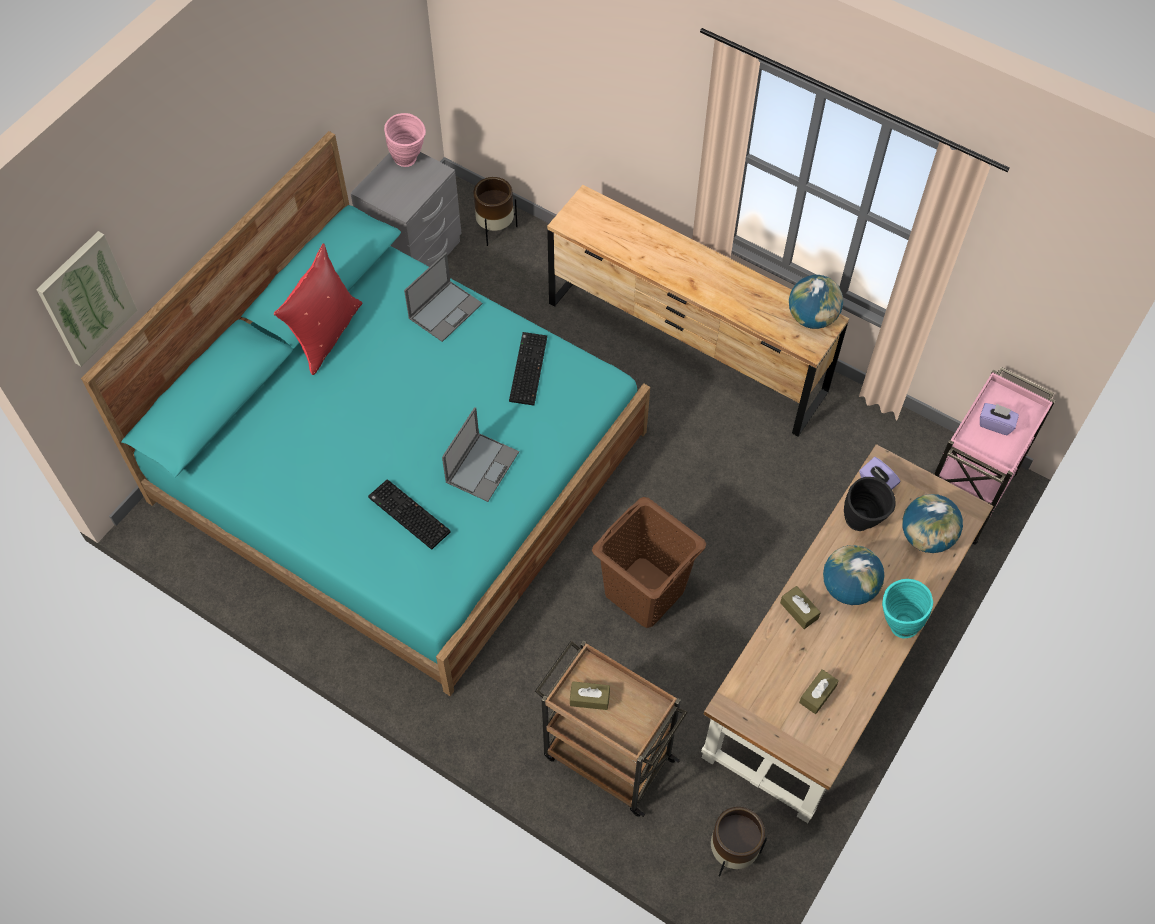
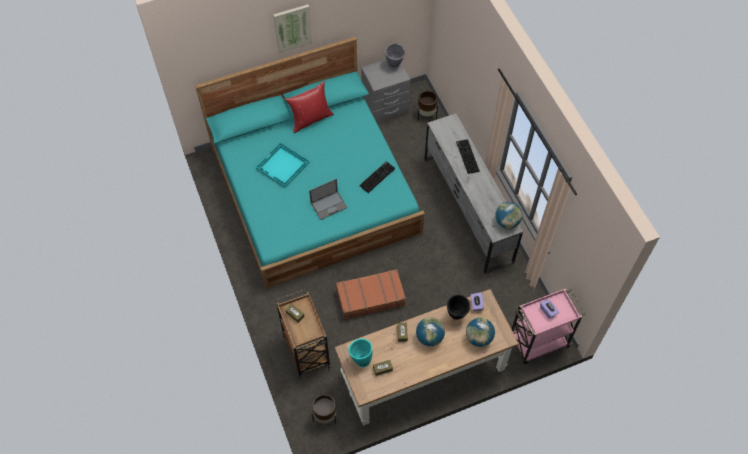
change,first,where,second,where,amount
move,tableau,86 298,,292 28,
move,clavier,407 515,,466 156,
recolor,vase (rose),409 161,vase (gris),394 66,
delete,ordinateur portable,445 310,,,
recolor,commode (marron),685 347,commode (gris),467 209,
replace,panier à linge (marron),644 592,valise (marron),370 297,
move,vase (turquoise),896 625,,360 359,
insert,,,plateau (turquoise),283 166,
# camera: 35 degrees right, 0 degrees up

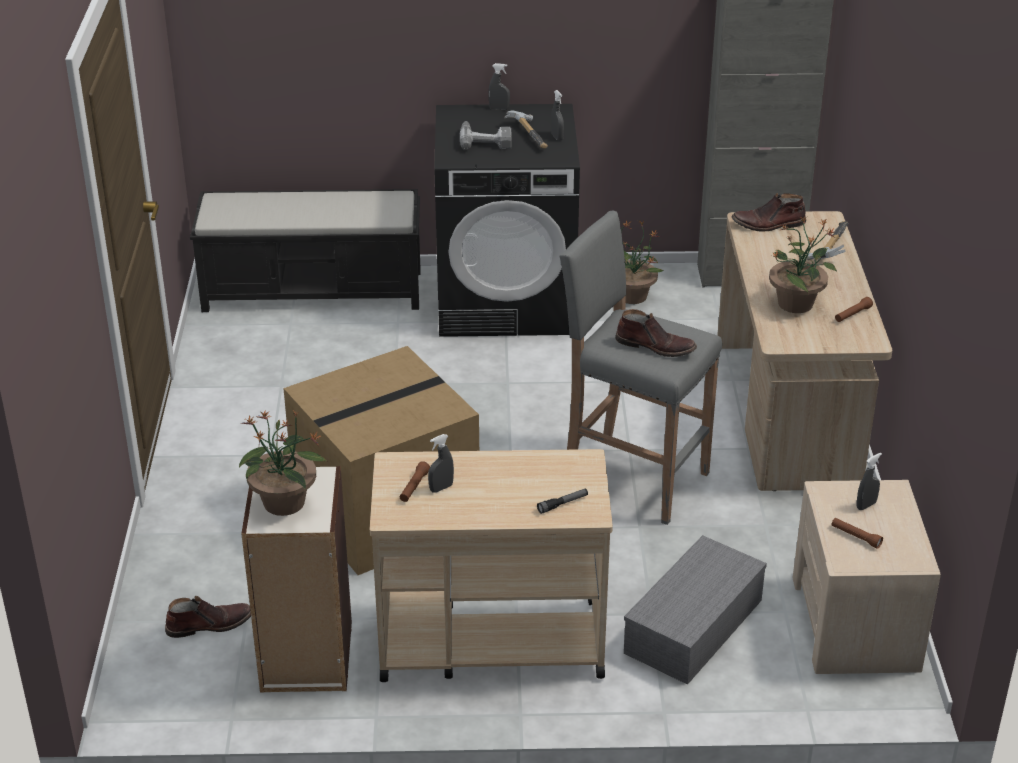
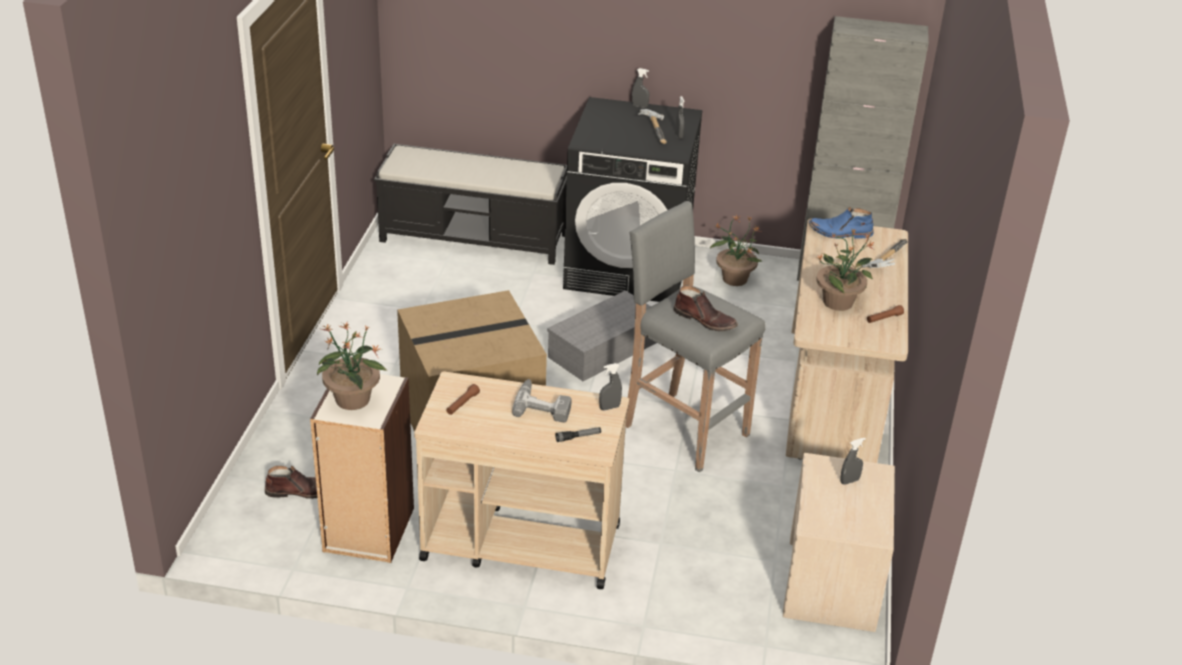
change,first,where,second,where,amount
move,vaporisateur (gris),441 488,,609 407,
move,perceuse,485 140,,543 405,
move,boîte de rangement (gris),694 628,,603 350,
recolor,botte (marron),768 224,botte (bleu),840 233,
delete,lampe de poche (marron),855 537,,,
# camera: 10 degrees right, 0 degrees up

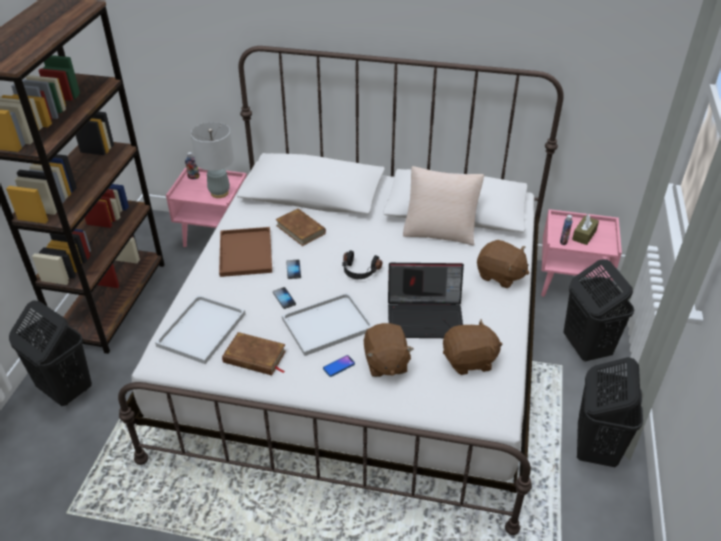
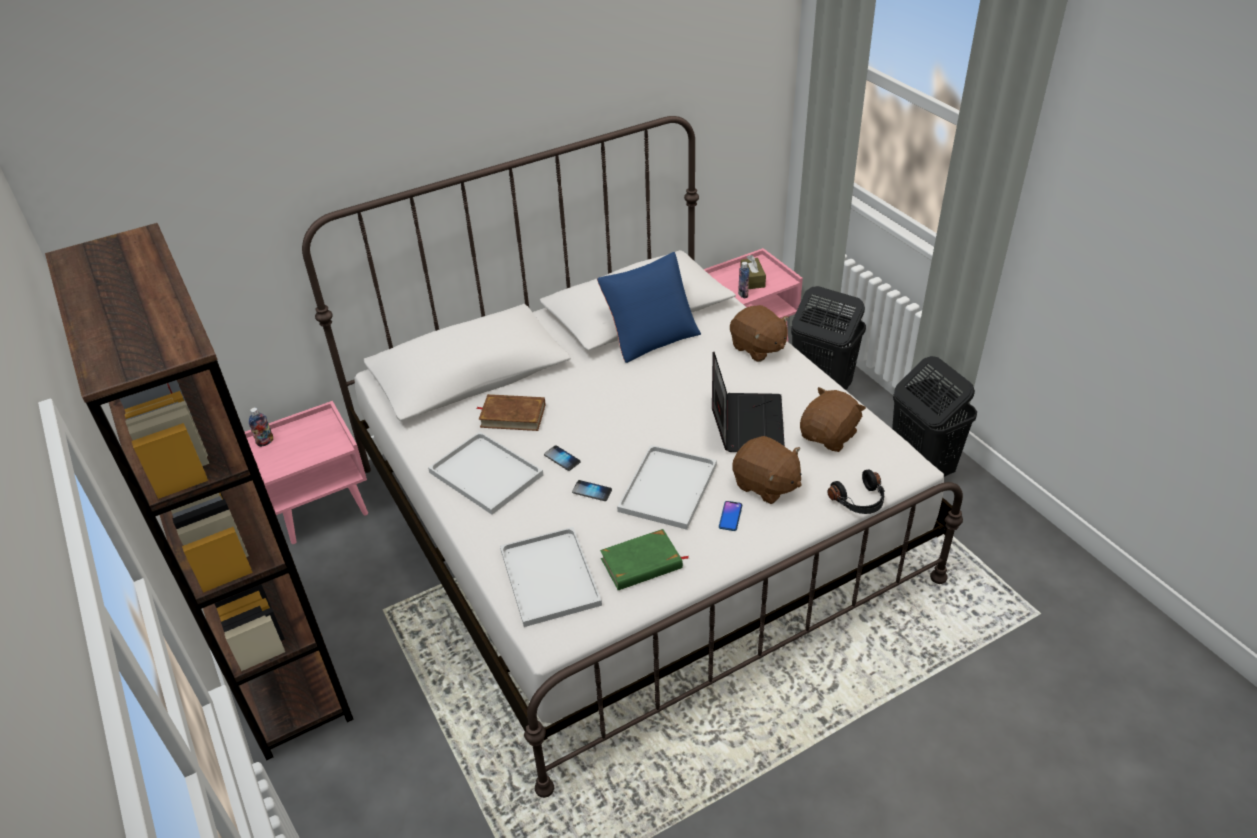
change,first,where,second,where,amount
delete,panier à linge (noir),65 390,,,
delete,lampe de table (gris),219 193,,,
recolor,plateau (marron),246 253,plateau (blanc),488 474,
recolor,livre (marron),254 357,livre (vert),642 564,
move,casque audio (noir),359 272,,859 501,
rotate,ordinateur portable,426 317,,745 423,45 degrees counterclockwise
recolor,coussin (beige),440 228,coussin (bleu),651 336,
rotate,peluche (marron),500 275,,758 348,60 degrees clockwise
# camera: 40 degrees left, 0 degrees up

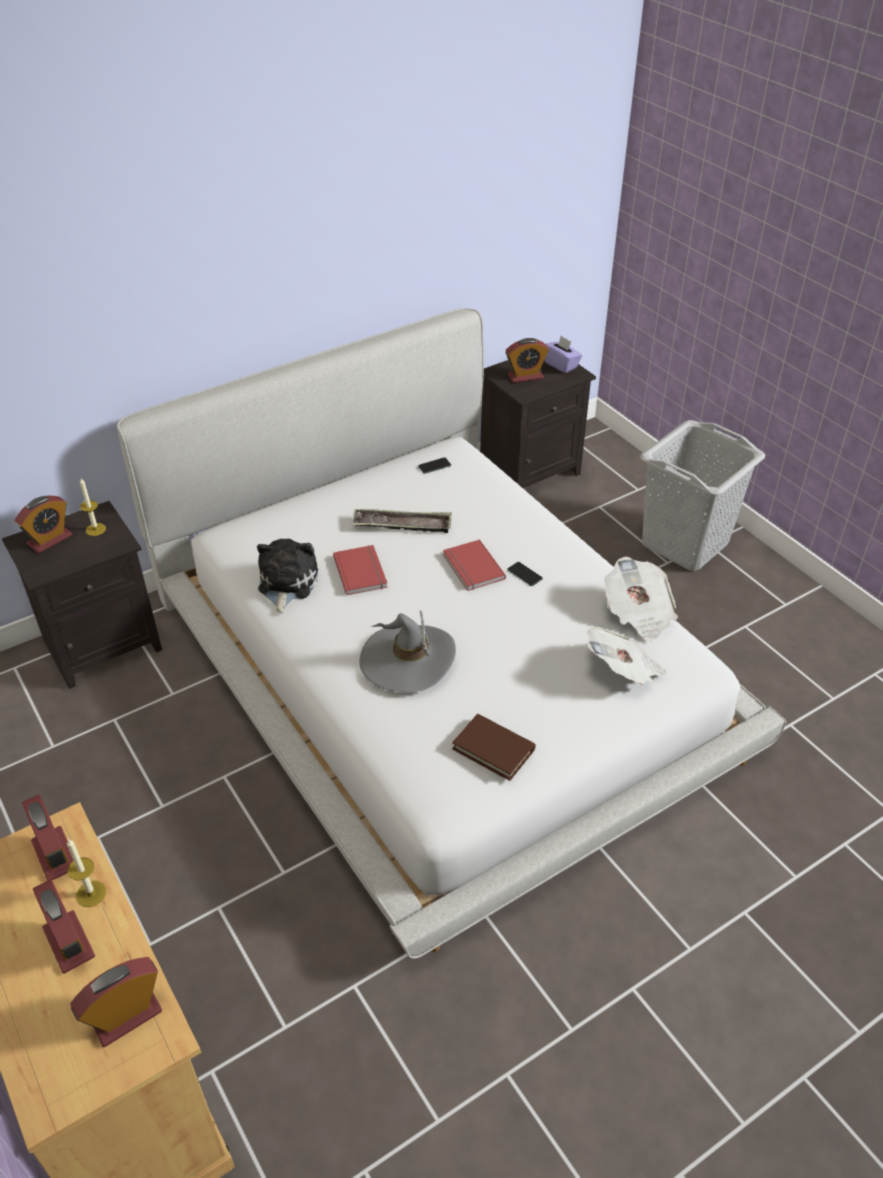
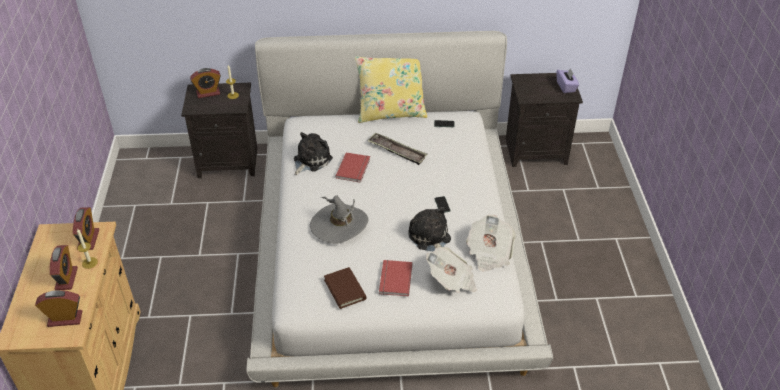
change,first,where,second,where,amount
move,livre (rouge),472 568,,394 279,
delete,réveil,525 376,,,
delete,panier à linge (gris),685 543,,,
insert,,,coussin (jaune),391 113,
insert,,,peluche,430 238,
# camera: 30 degrees right, 0 degrees up

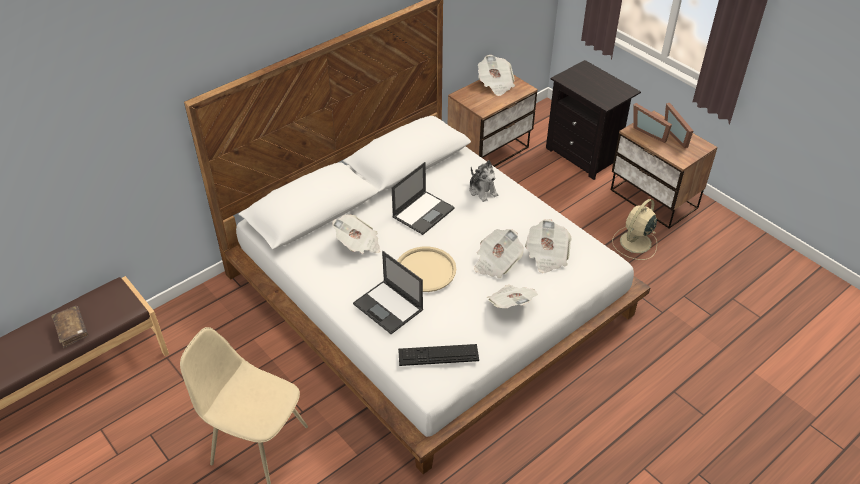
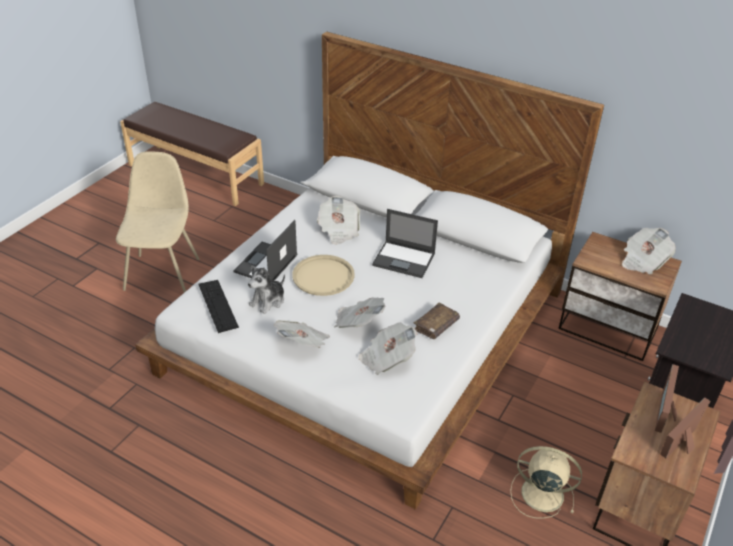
change,first,where,second,where,amount
move,livre (marron),72 330,,436 326,
move,peluche,482 191,,268 301,
# camera: 70 degrees right, 5 degrees down

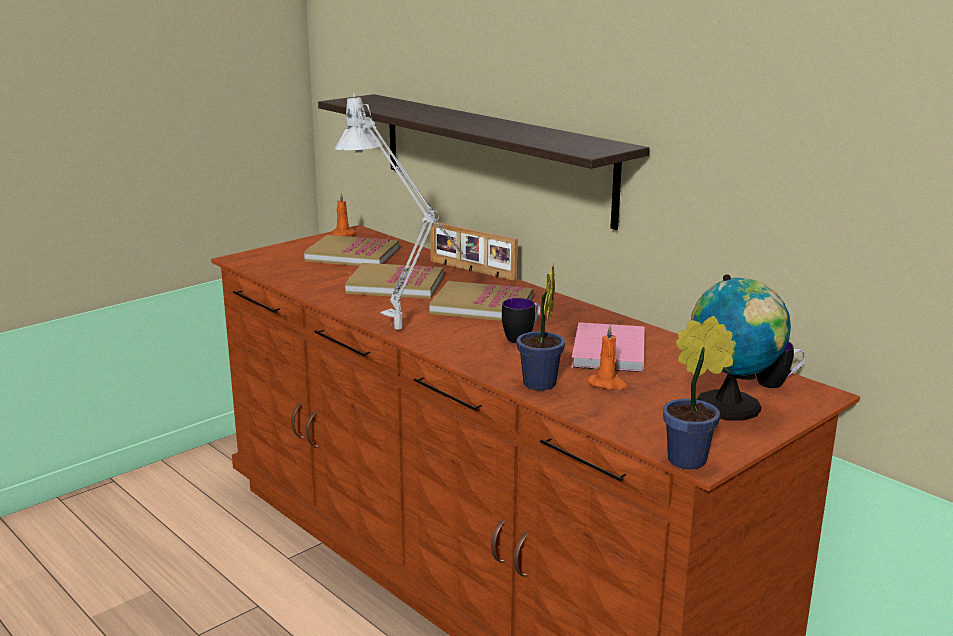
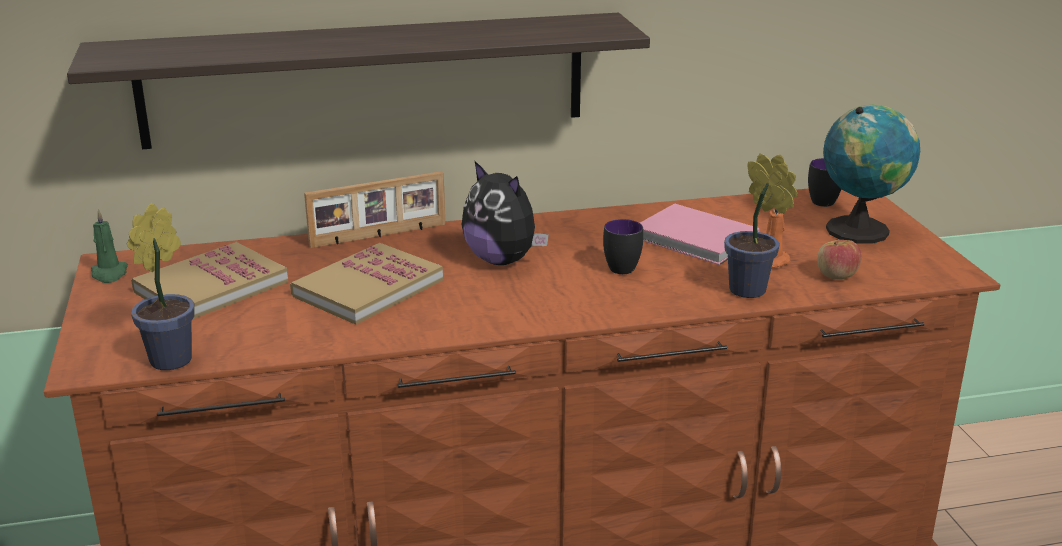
change,first,where,second,where,amount
recolor,bougie (orange),342 235,bougie (vert),109 274,
delete,lampe de table (gris),406 335,,,
replace,livre,482 306,peluche,502 260,
move,plante en pot,692 460,,175 358,
insert,,,pomme,836 275,
# camera: 60 degrees left, 5 degrees up

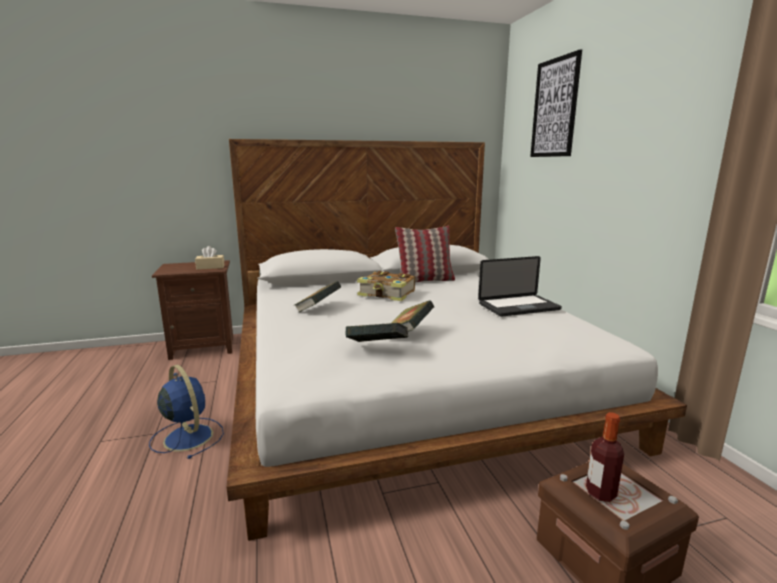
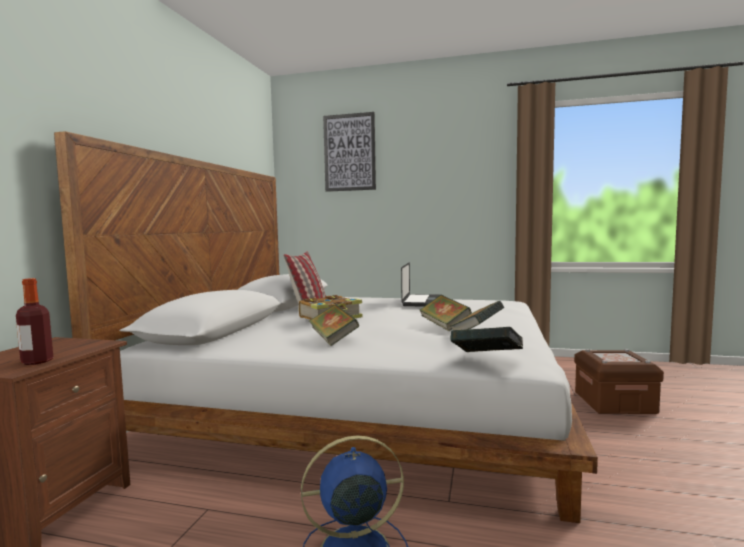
change,first,where,second,where,amount
delete,boîte à mouchoirs (beige),210 267,,,
move,bouteille,600 493,,37 361,
insert,,,livre,486 359,
# camera: 60 degrees left, 10 degrees down

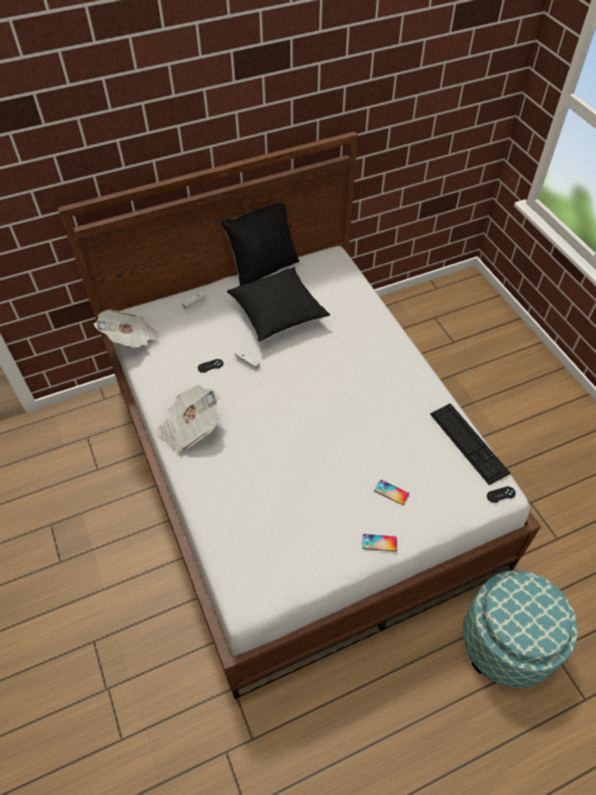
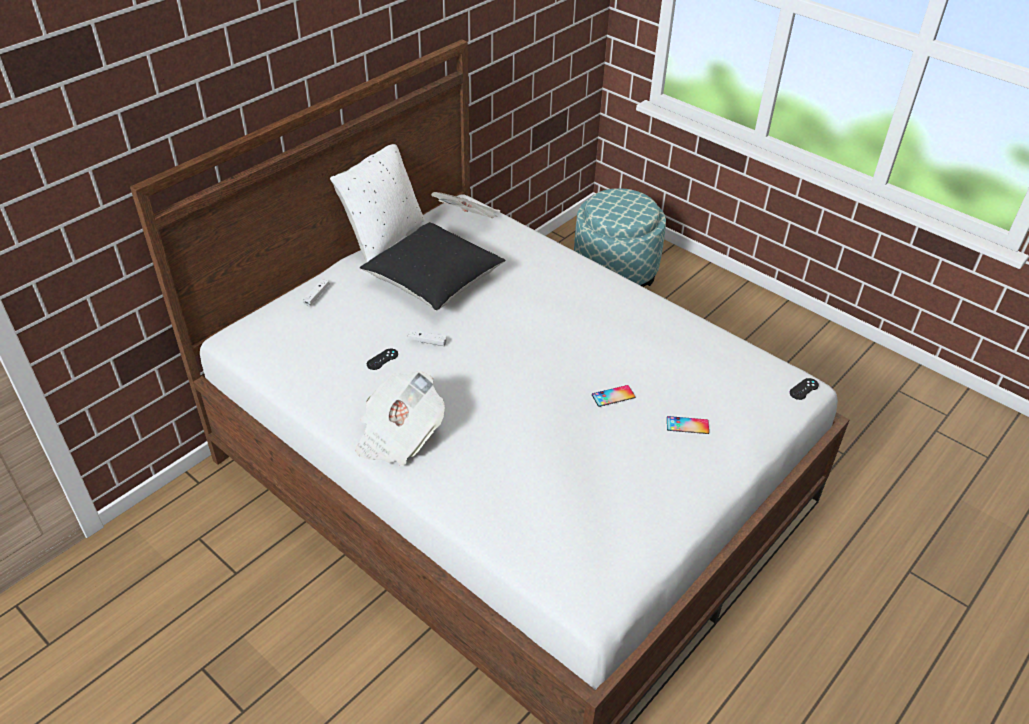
change,first,where,second,where,amount
move,journal,131 339,,468 220,
recolor,coussin (noir),263 269,coussin (blanc),384 239,
move,téléphone,379 543,,613 396,
delete,clavier,468 443,,,
move,pouf,507 642,,615 270,
# camera: 25 degrees left, 10 degrees down

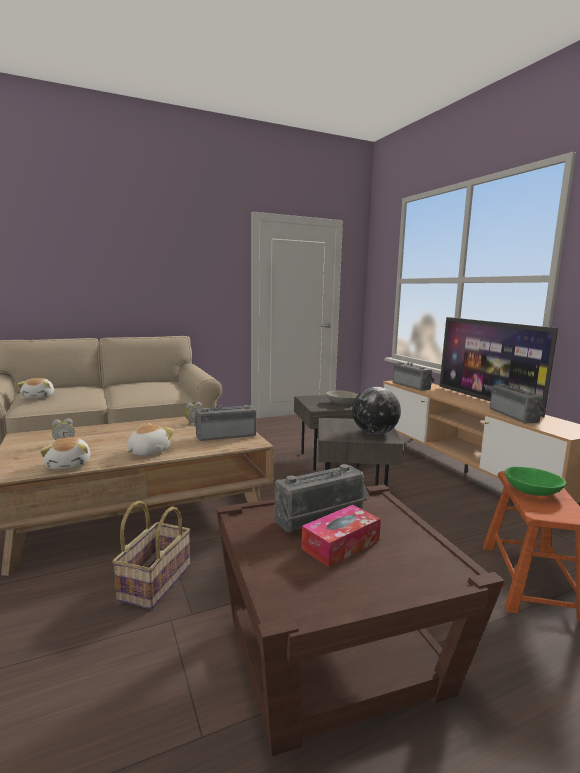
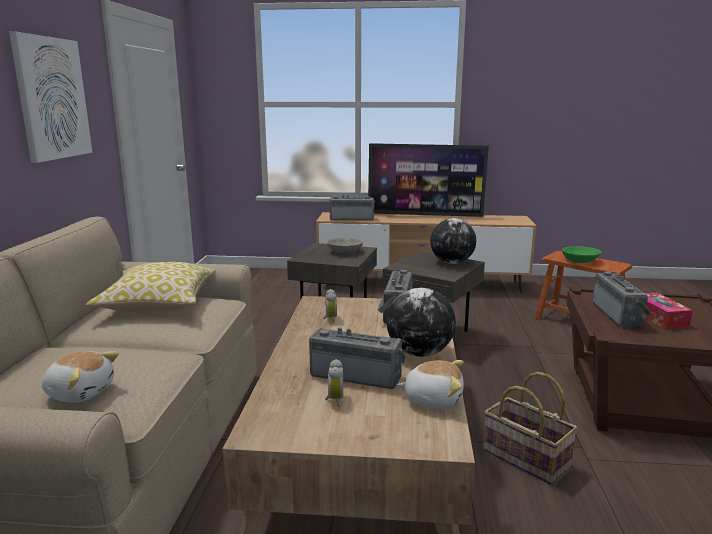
change,first,where,second,where,amount
replace,peluche,148 452,globe,419 353,
move,radio,515 416,,357 375,
insert,,,tableau,52 98,
insert,,,coussin,158 303,
# camera: 60 degrees left, 5 degrees up

